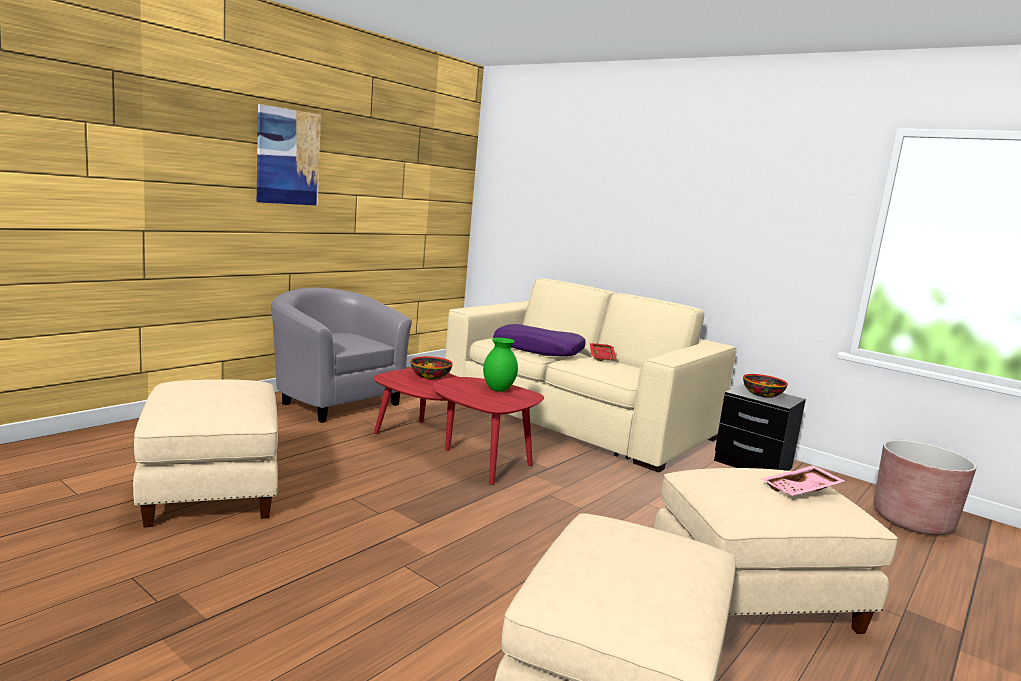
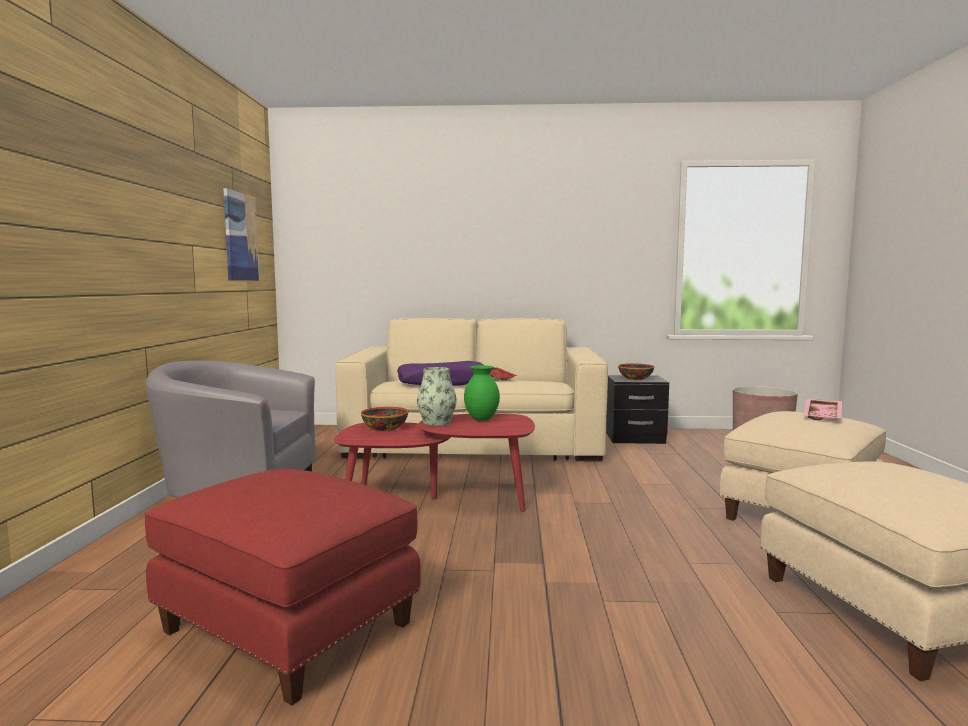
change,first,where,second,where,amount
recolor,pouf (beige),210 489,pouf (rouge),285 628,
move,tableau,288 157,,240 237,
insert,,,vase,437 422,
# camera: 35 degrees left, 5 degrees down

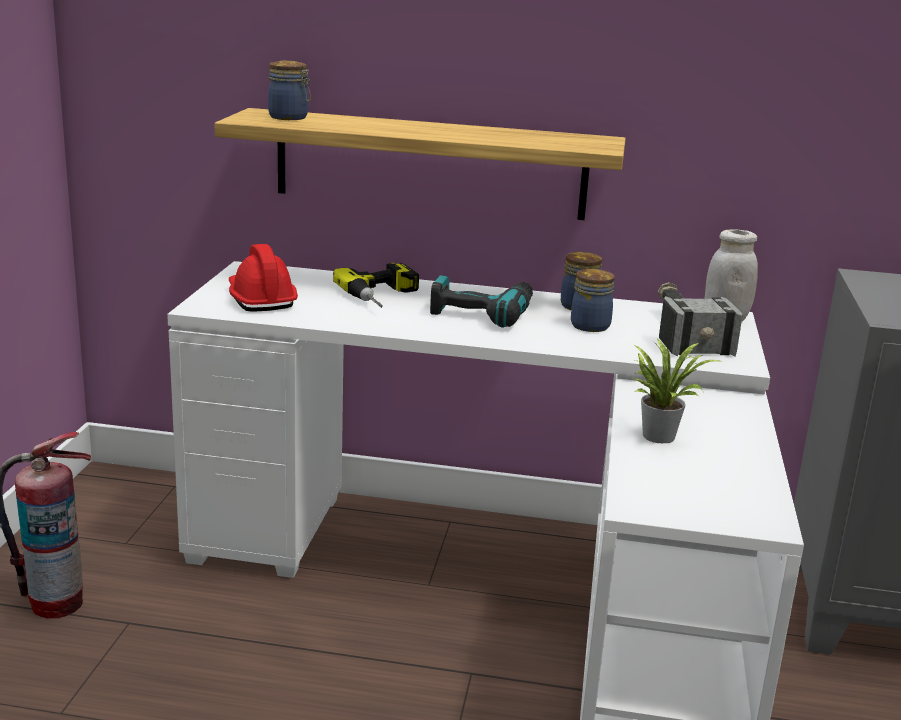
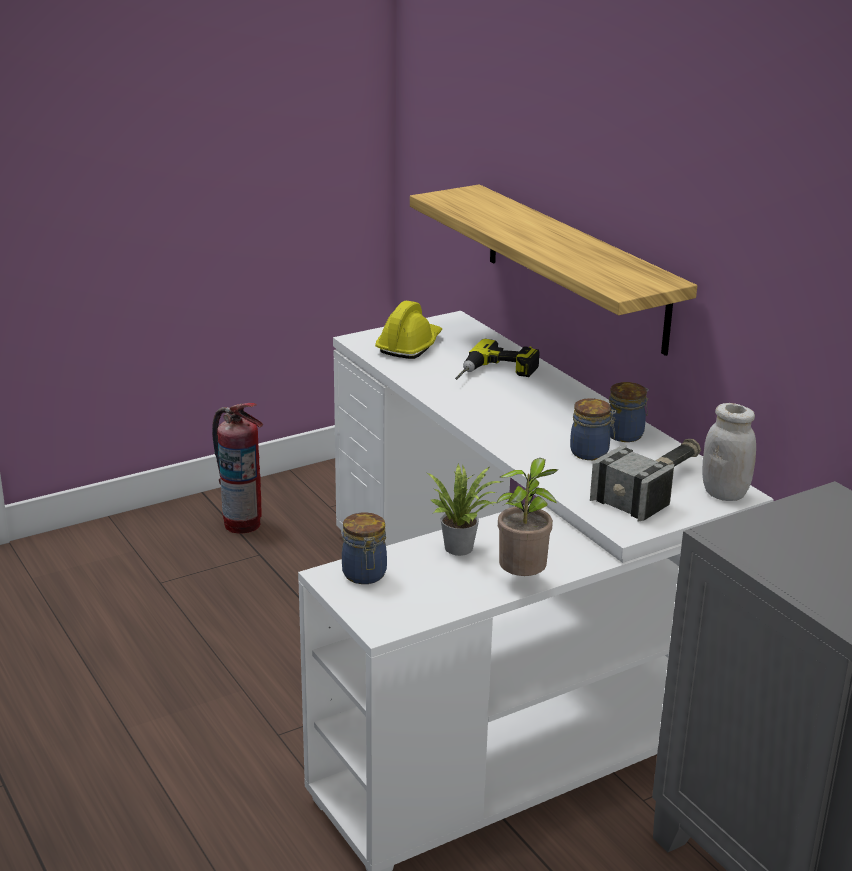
change,first,where,second,where,amount
recolor,casque de chantier (rouge),260 299,casque de chantier (jaune),409 346,
move,bocal,290 117,,364 575,
delete,perceuse,481 313,,,
insert,,,plante en pot,523 579,
# camera: 50 degrees right, 5 degrees up

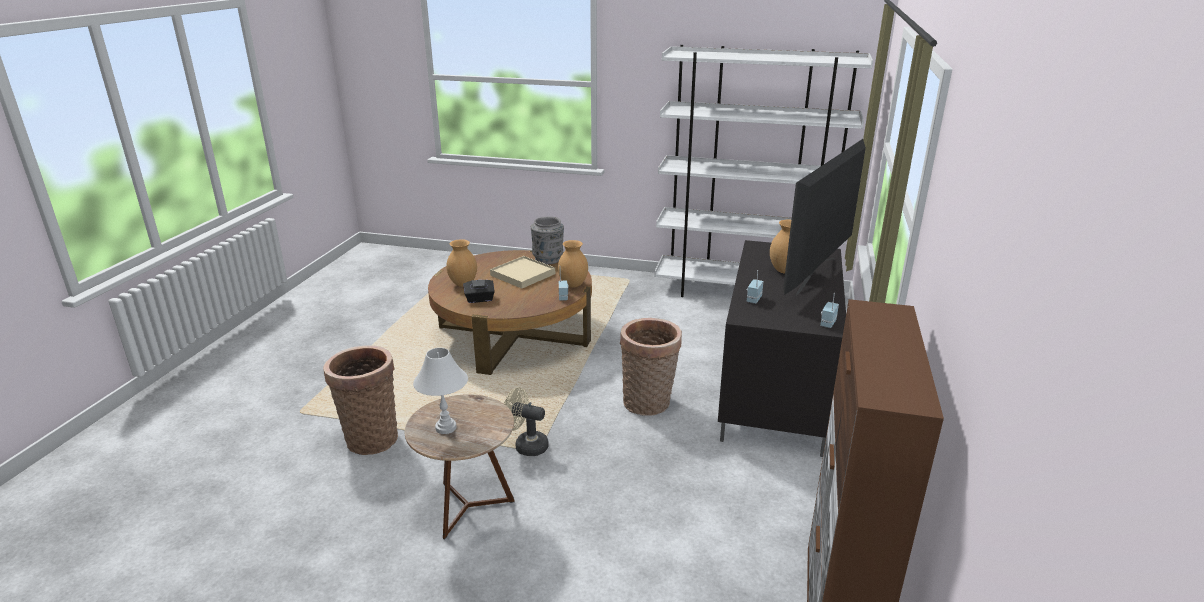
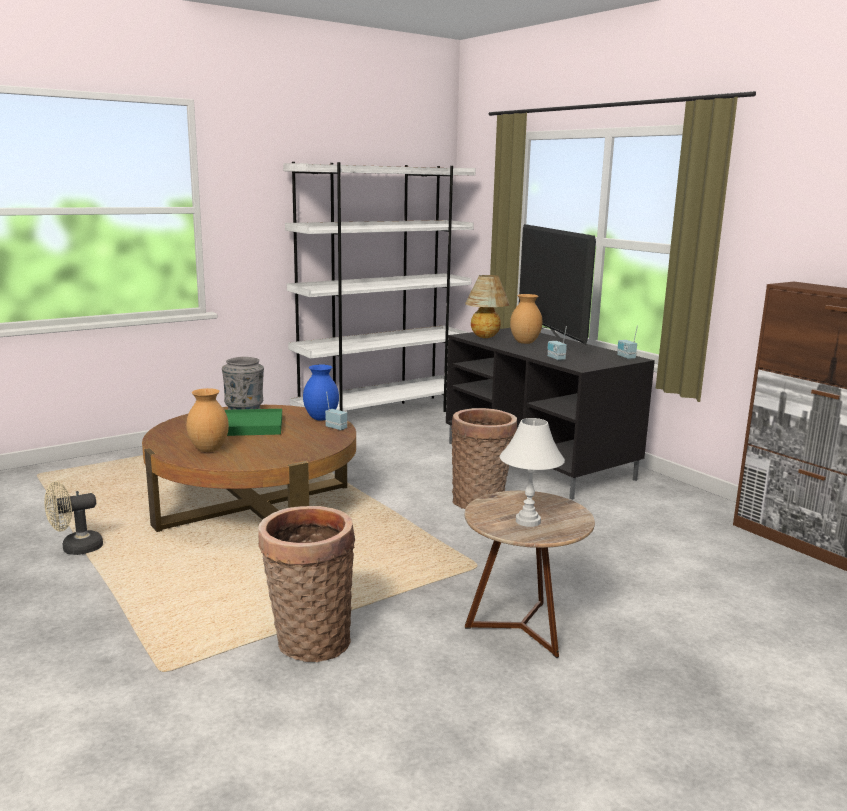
change,first,where,second,where,amount
delete,boîte à mouchoirs (noir),479 299,,,
recolor,plateau (beige),523 275,plateau (vert),252 426,
move,ventilateur (beige),526 445,,75 549,
recolor,vase (marron),572 285,vase (bleu),320 418,
insert,,,lampe de table,486 338,
# camera: 50 degrees left, 10 degrees down

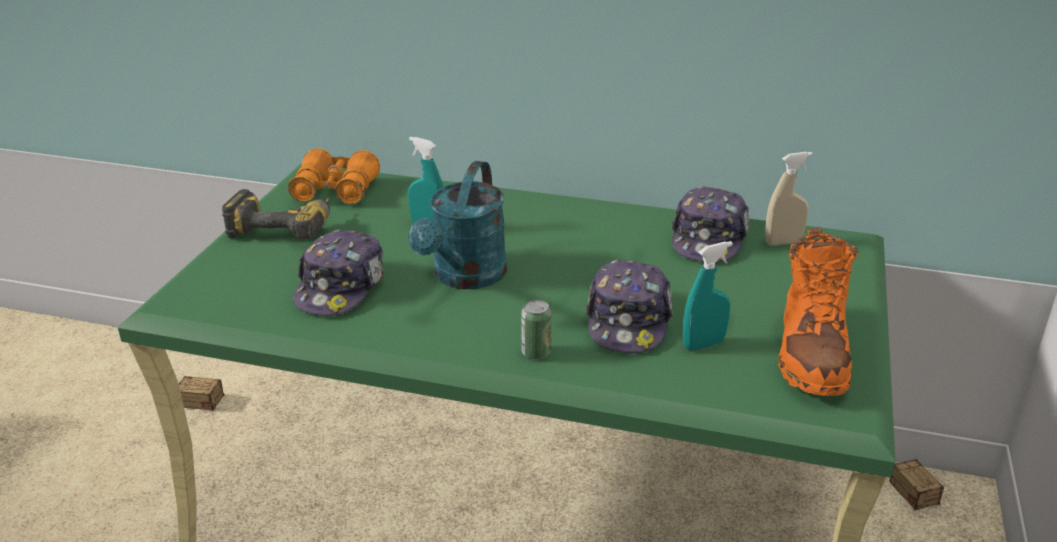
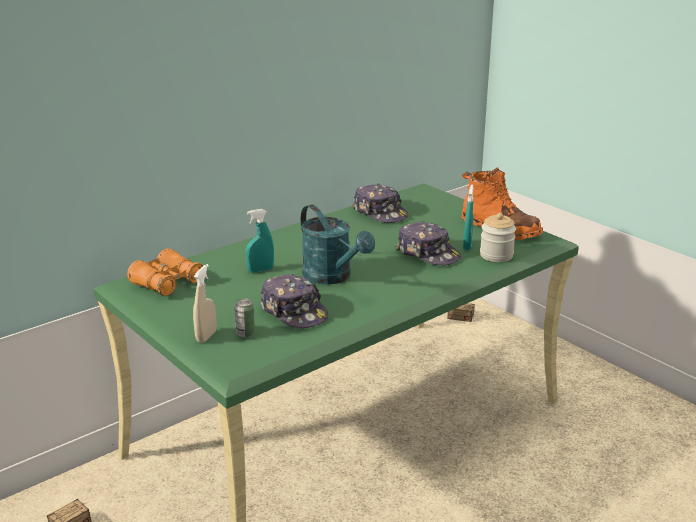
change,first,where,second,where,amount
delete,perceuse,285 227,,,
move,boîte métallique,536 353,,245 334,
move,vaporisateur (beige),783 242,,206 336,
insert,,,bocal,496 255,
# camera: 55 degrees left, 5 degrees down

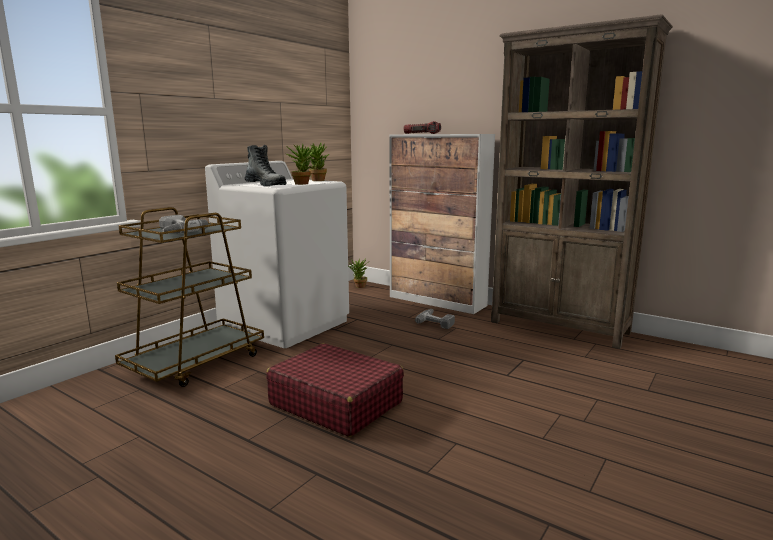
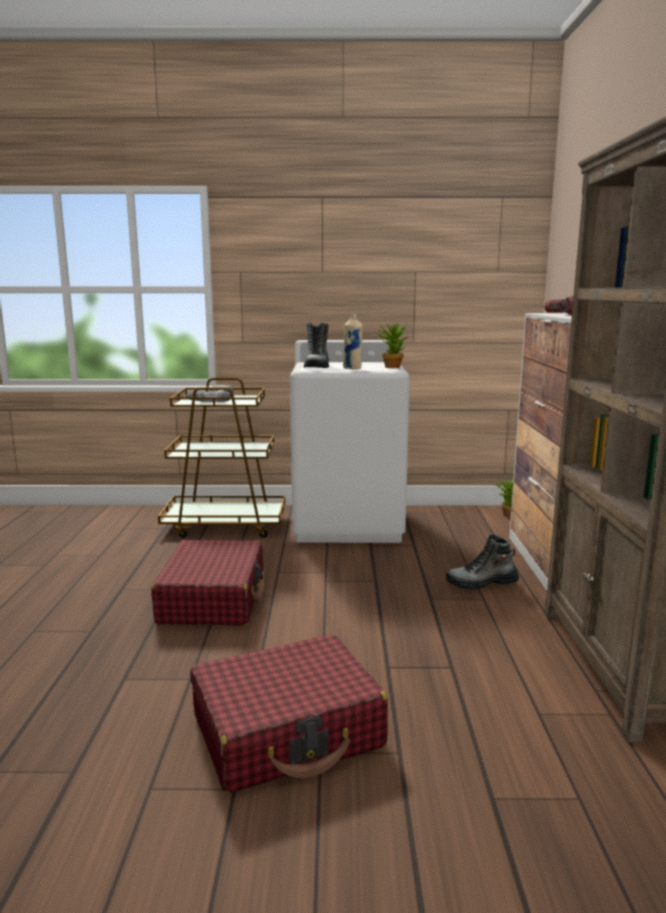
change,first,where,second,where,amount
replace,plante en pot,302 183,bouteille (beige),352 368,
replace,perceuse,437 322,botte,481 583,
insert,,,valise (rouge),288 731,
# camera: 55 degrees right, 0 degrees up

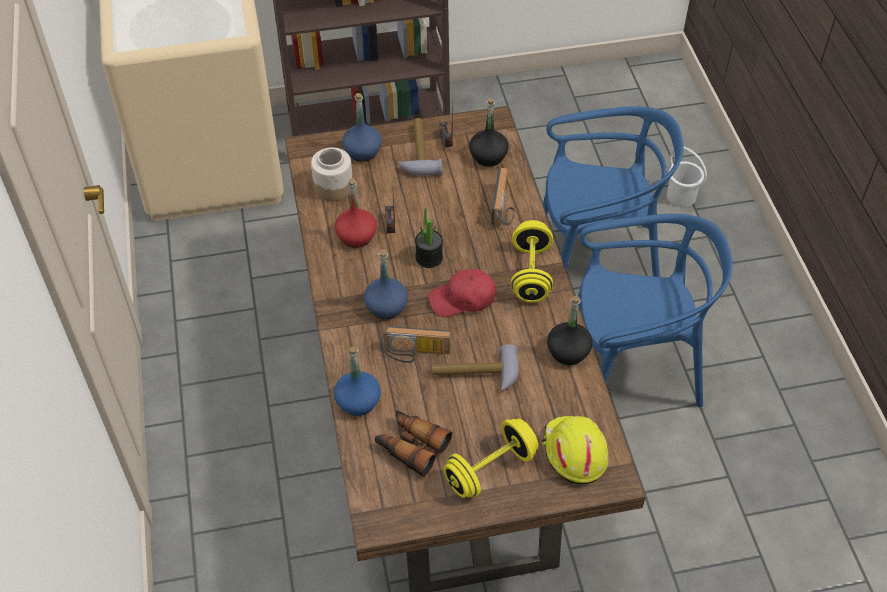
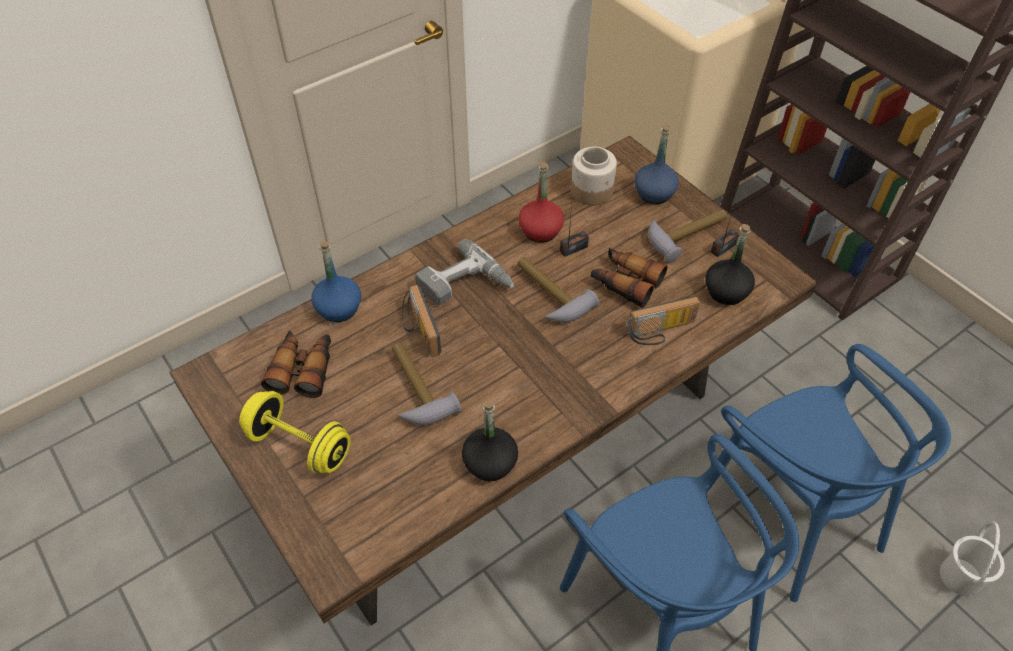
change,first,where,second,where,amount
replace,bouteille (bleu),386 306,perceuse,465 286,
replace,plante en pot,429 257,marteau,549 295,
delete,casquette (rouge),462 299,,,
delete,haltère (jaune),531 274,,,
delete,casque de chantier (jaune),573 452,,,
insert,,,jumelles,625 282,
# camera: 65 degrees right, 0 degrees up

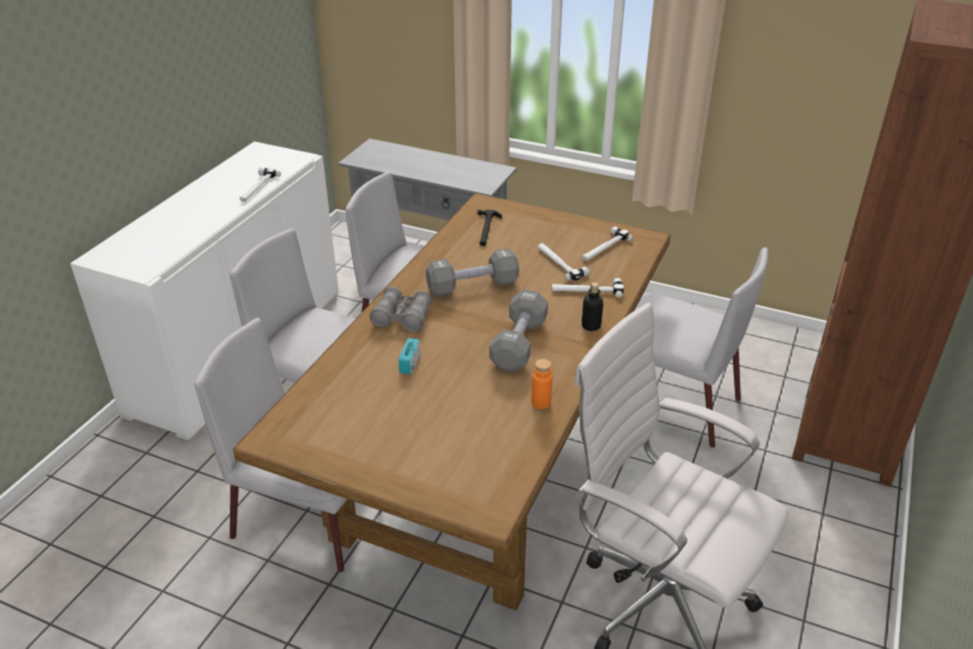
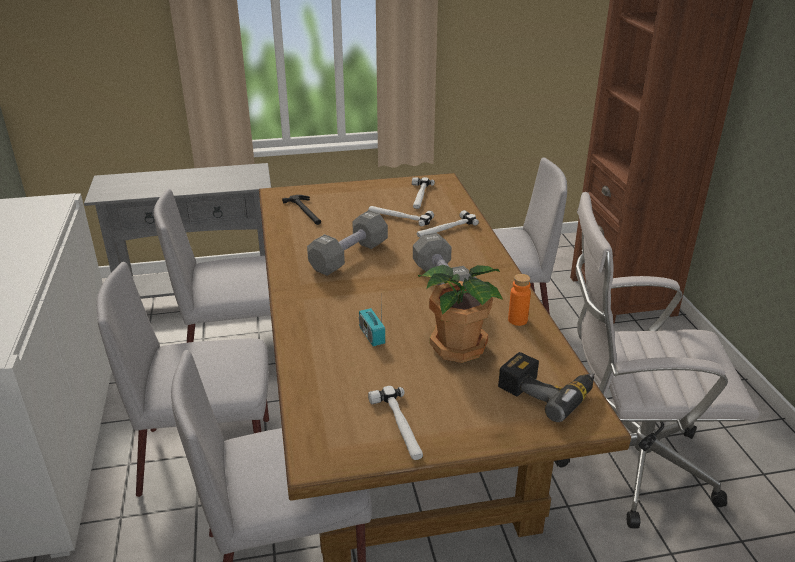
change,first,where,second,where,amount
move,marteau,257 188,,399 426,
delete,jumelles (gris),402 317,,,
delete,bouteille,591 326,,,
insert,,,plante en pot,457 346,
insert,,,perceuse,547 391,
# camera: 35 degrees left, 5 degrees down

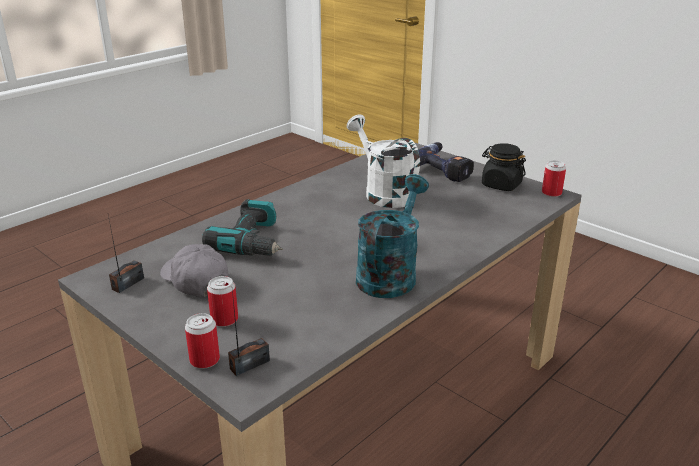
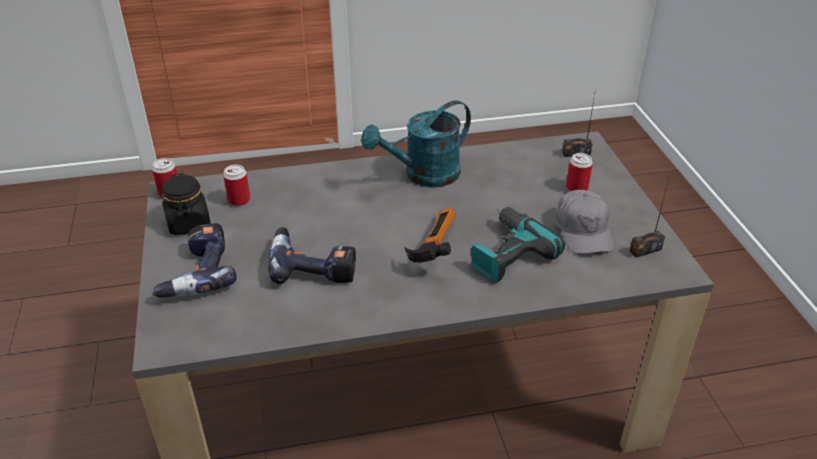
change,first,where,second,where,amount
move,boîte métallique,204 360,,239 200,
replace,arrosoir (blanc),383 193,perceuse,313 265,
insert,,,marteau,431 247,
# camera: 145 degrees left, 10 degrees up

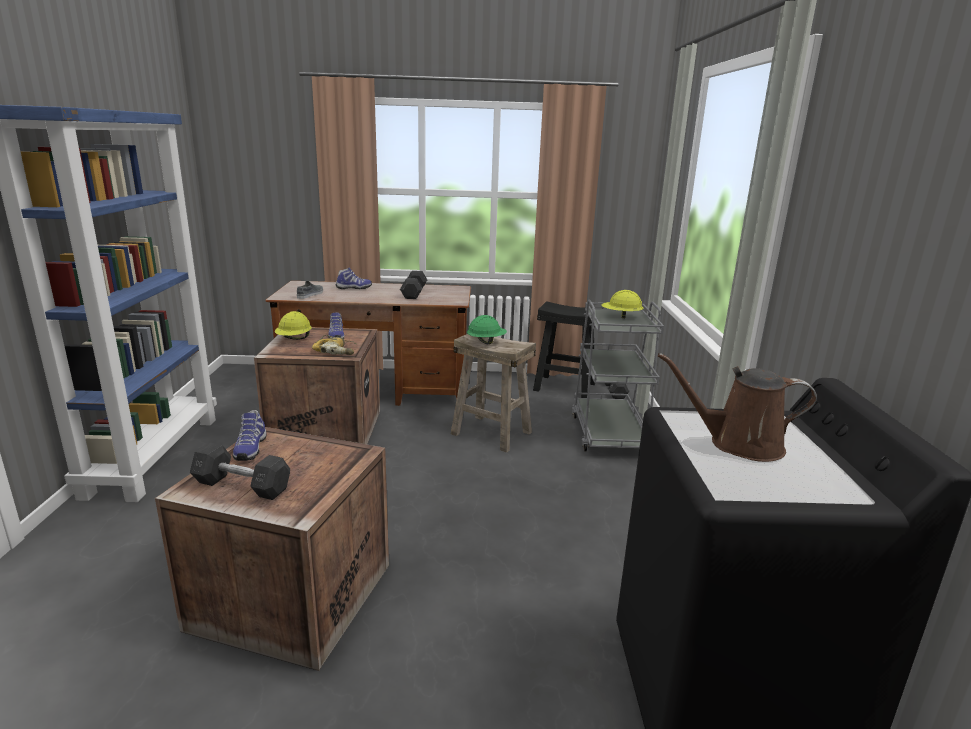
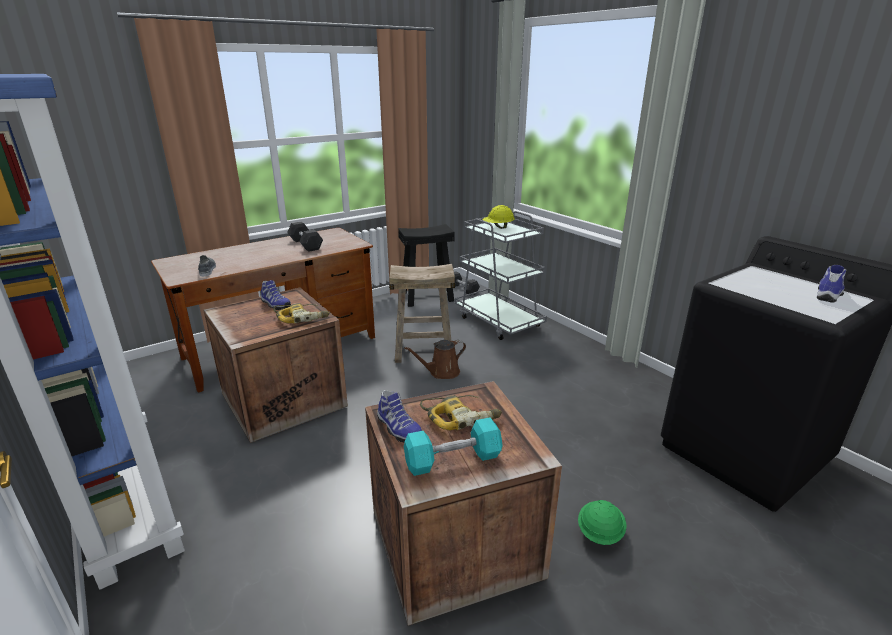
change,first,where,second,where,amount
recolor,haltère (gris),242 486,haltère (turquoise),453 459,
delete,casque de chantier (jaune),294 339,,,
move,chaussure,354 288,,829 295,
move,casque de chantier (vert),486 342,,599 532,
move,arrosoir (marron),738 444,,441 372,
insert,,,perceuse,461 417,
# camera: 35 degrees left, 5 degrees up

